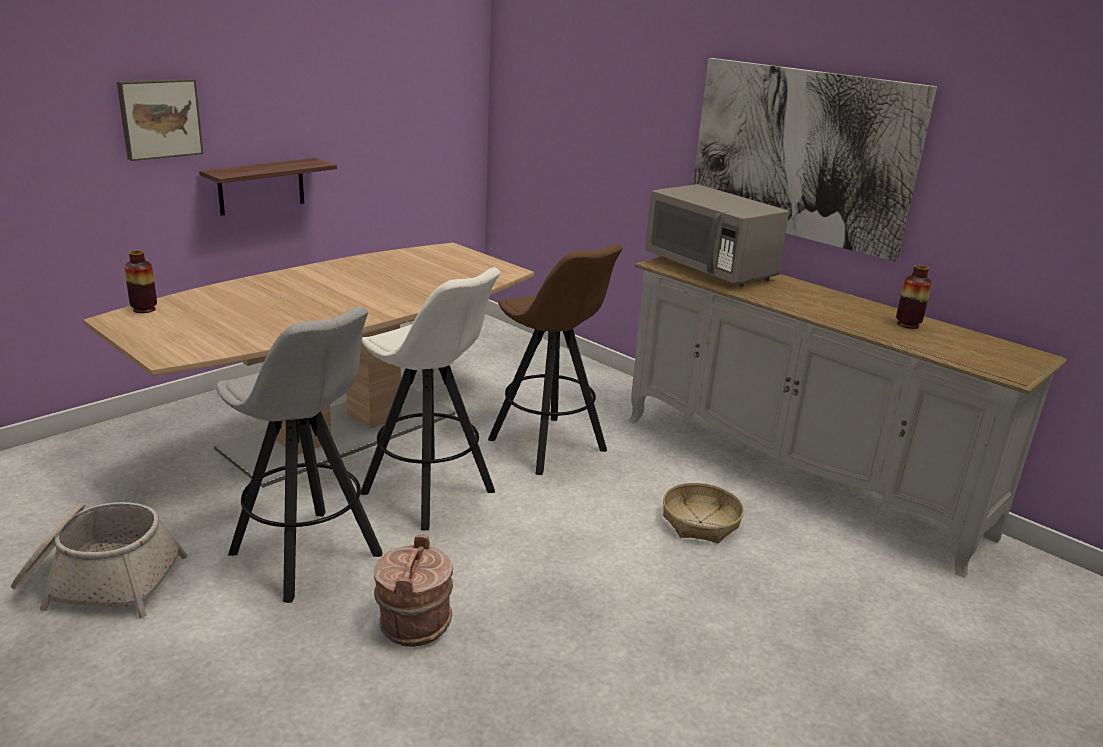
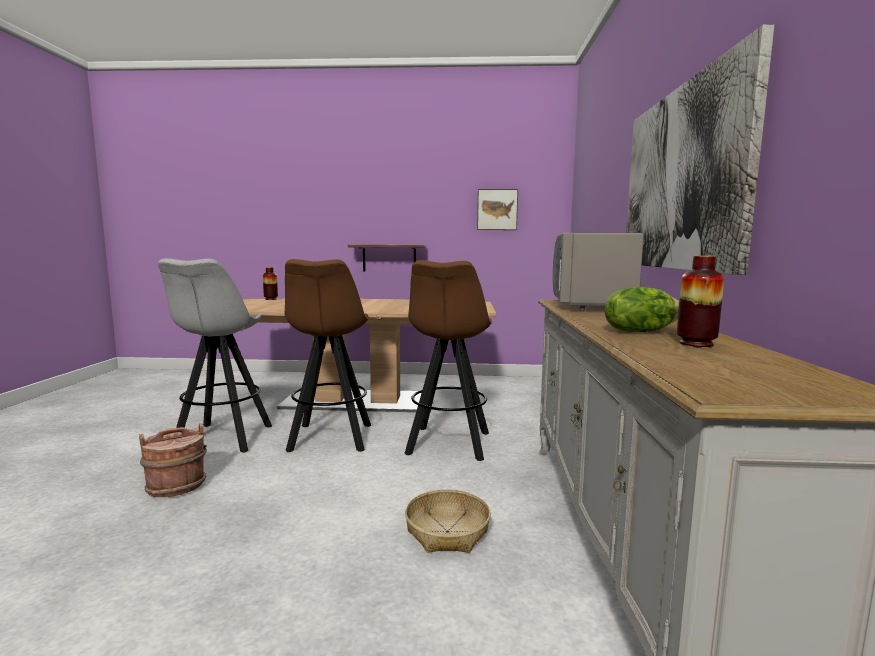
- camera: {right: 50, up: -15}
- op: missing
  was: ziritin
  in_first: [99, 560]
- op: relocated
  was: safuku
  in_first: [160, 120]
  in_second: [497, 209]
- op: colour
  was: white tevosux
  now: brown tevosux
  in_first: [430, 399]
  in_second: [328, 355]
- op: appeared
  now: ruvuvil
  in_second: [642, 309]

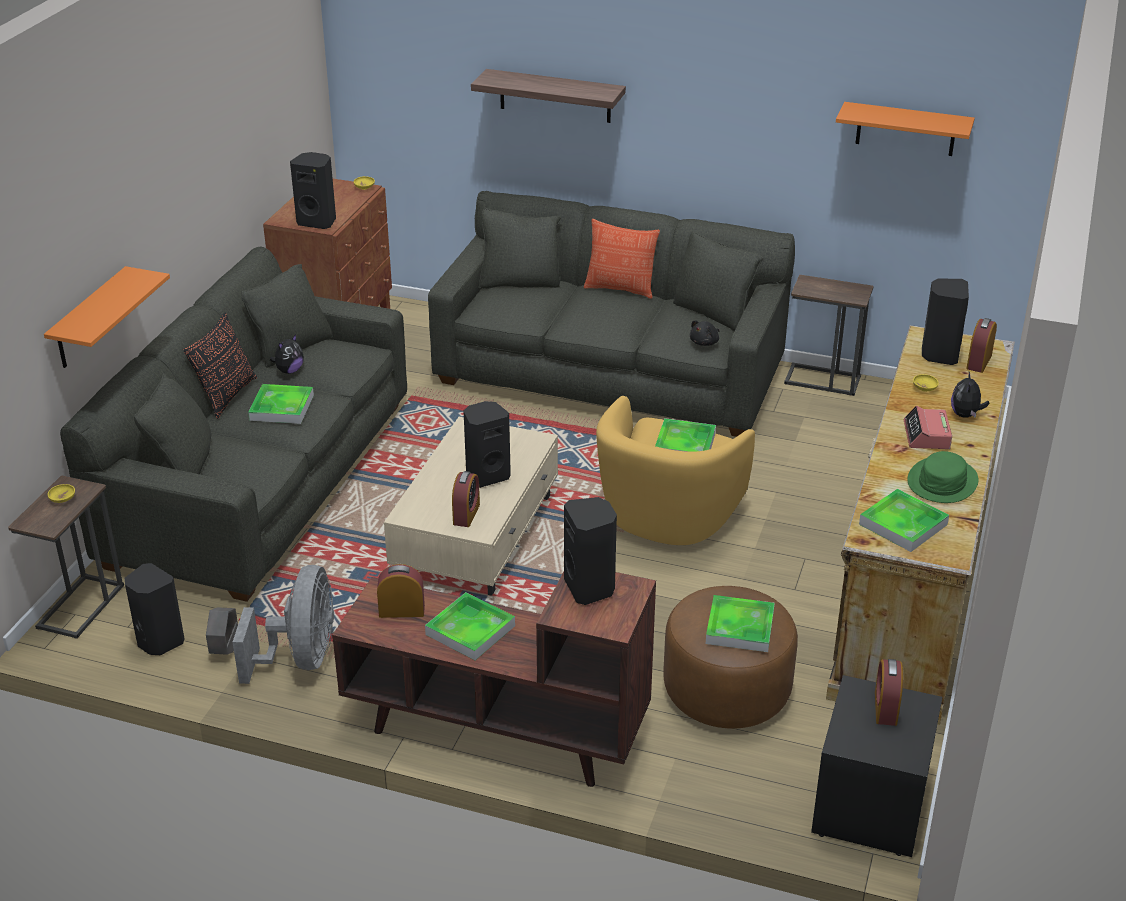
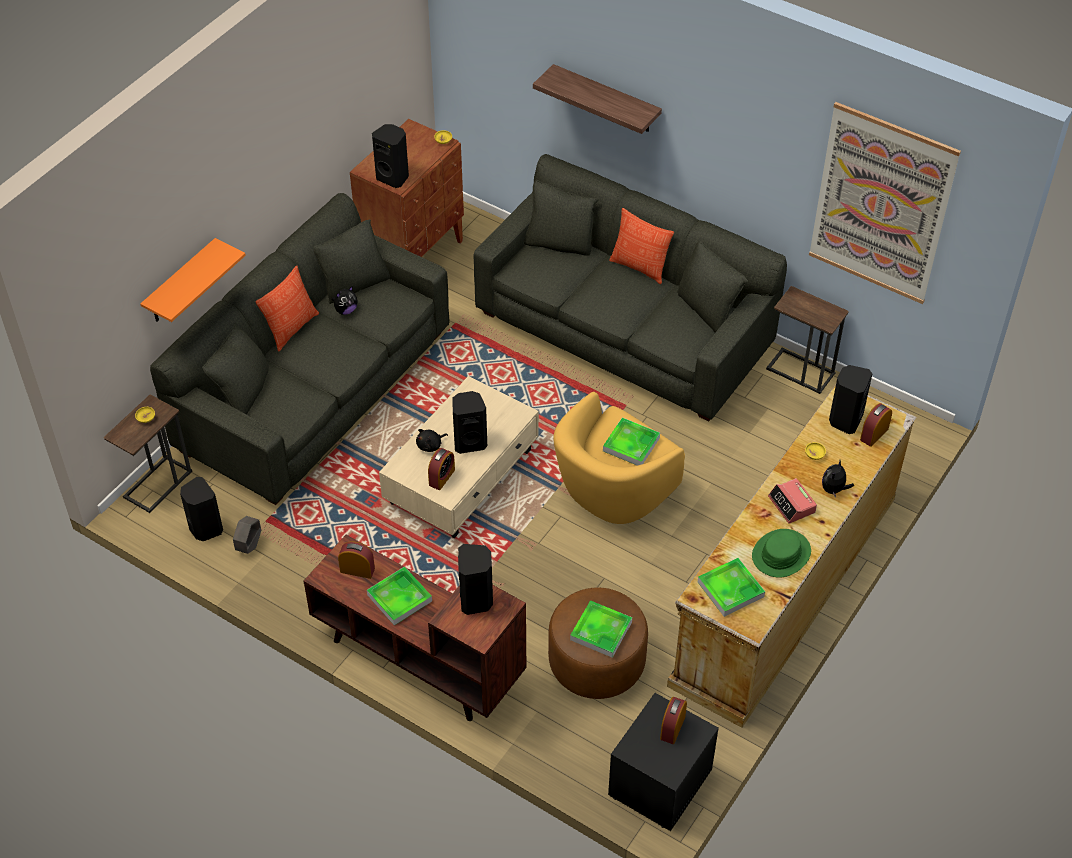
- camera: {right: 15, up: 15}
- op: colour
  was: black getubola
  now: orange getubola
  in_first: [220, 365]
  in_second: [287, 308]
- op: missing
  was: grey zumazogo
  in_first: [283, 624]
- op: missing
  was: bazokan
  in_first: [281, 404]
- op: relocated
  was: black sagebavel
  in_first: [705, 333]
  in_second: [432, 440]
- op: exchanged
  was: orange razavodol
  now: safuku
  in_first: [905, 129]
  in_second: [885, 203]
- op: spun
  was: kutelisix
  in_first: [928, 427]
  in_second: [792, 501]
  clockwise: -45

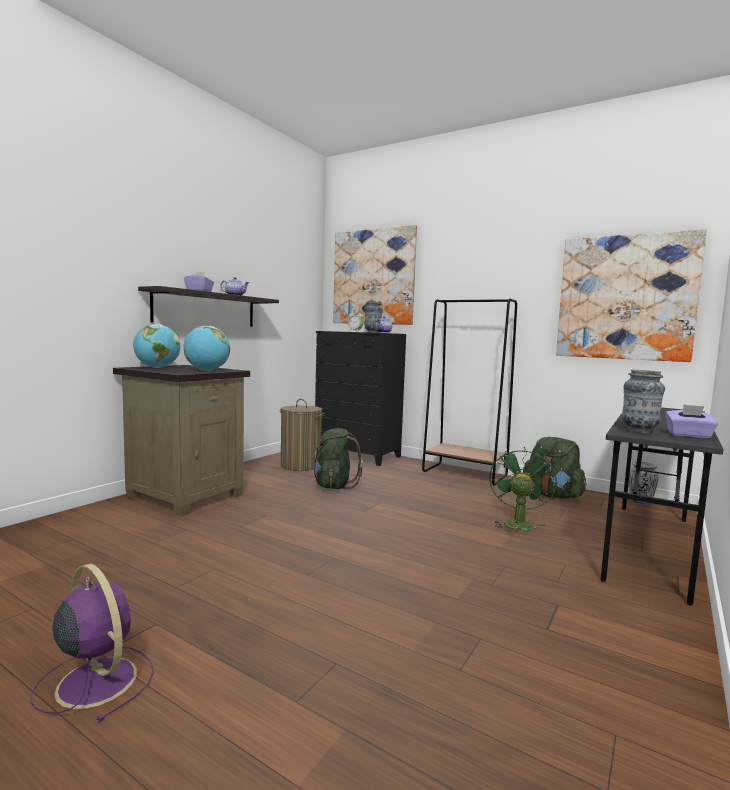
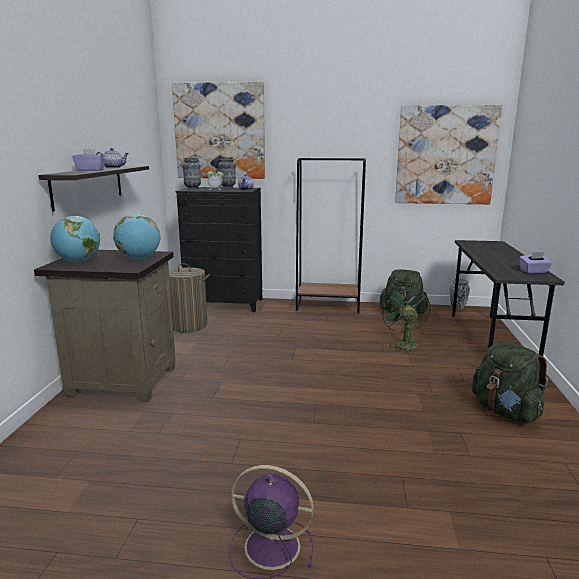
- camera: {right: -25, up: 10}
- op: relocated
  was: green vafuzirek
  in_first: [336, 458]
  in_second: [510, 382]
- op: relocated
  was: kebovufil
  in_first: [643, 401]
  in_second: [191, 174]

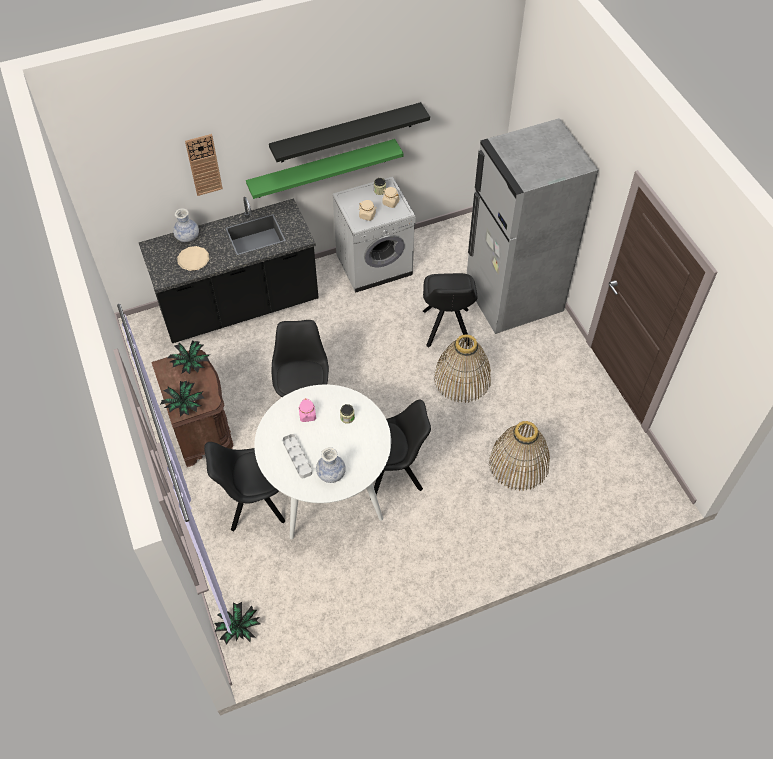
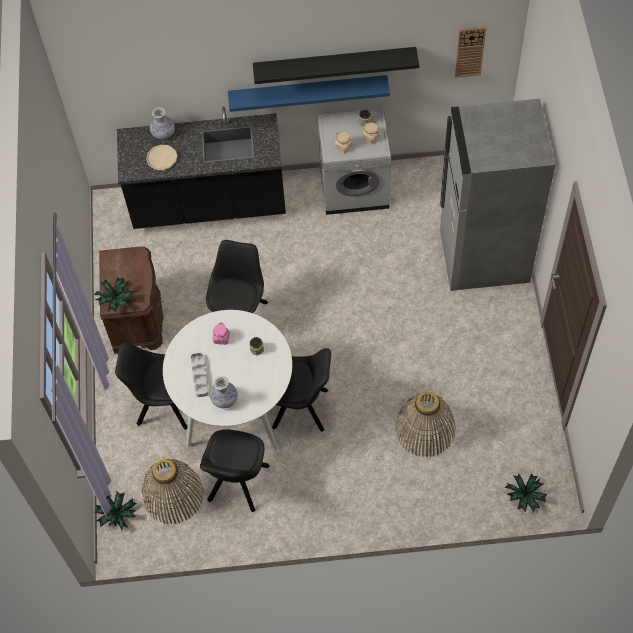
- camera: {right: 20, up: 5}
- op: relocated
  was: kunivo
  in_first: [189, 357]
  in_second: [526, 492]
- op: relocated
  was: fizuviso
  in_first: [204, 165]
  in_second: [470, 52]
- op: colour
  was: green razavodol
  now: blue razavodol
  in_first: [325, 169]
  in_second: [309, 93]
- op: relocated
  was: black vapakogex
  in_first: [450, 310]
  in_second: [235, 471]
- op: relocated
  was: ziritin
  in_first: [462, 368]
  in_second: [173, 491]

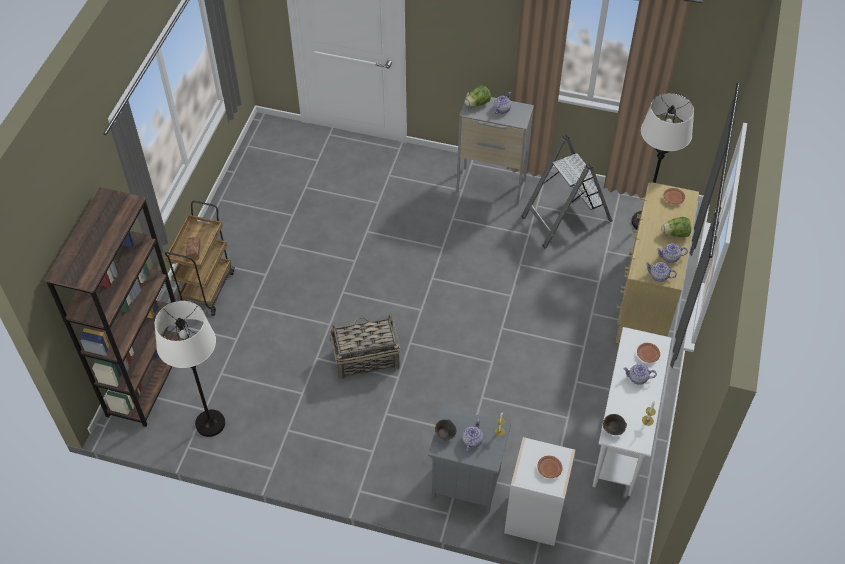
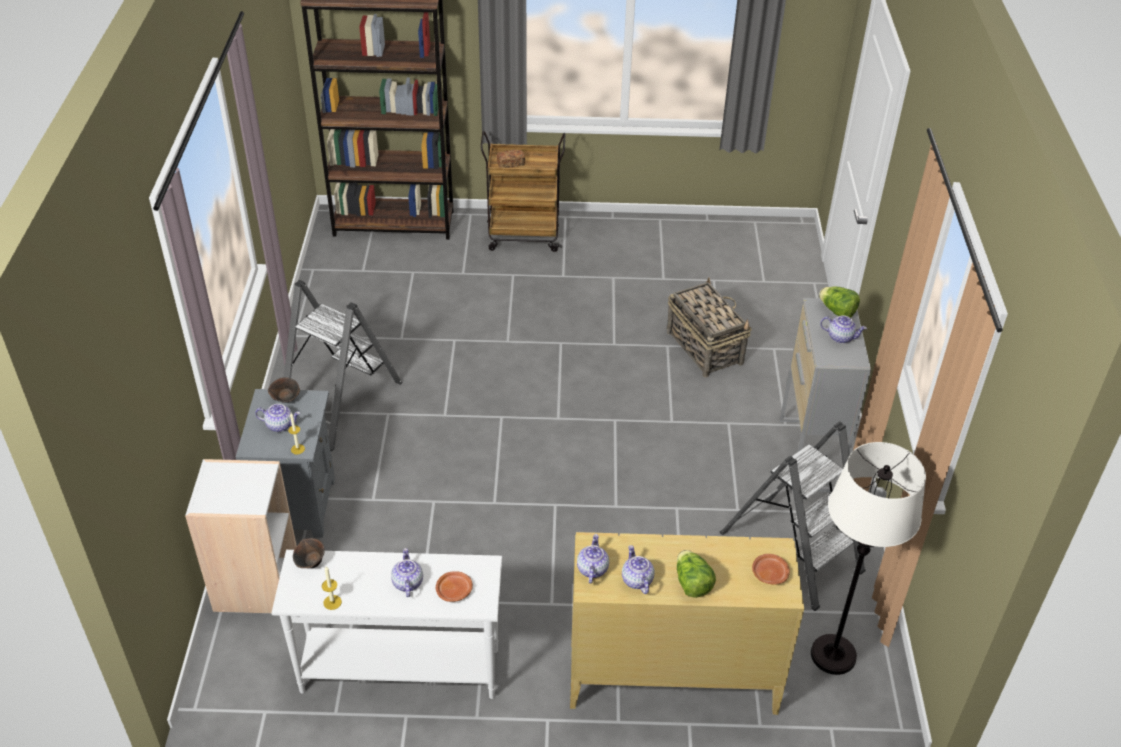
- camera: {right: 75, up: -10}
- op: missing
  was: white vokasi
  in_first: [190, 369]
- op: relocated
  was: ziritin
  in_first: [365, 347]
  in_second: [709, 327]
- op: missing
  was: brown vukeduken
  in_first: [550, 467]
- op: appeared
  now: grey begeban
  in_second: [343, 365]

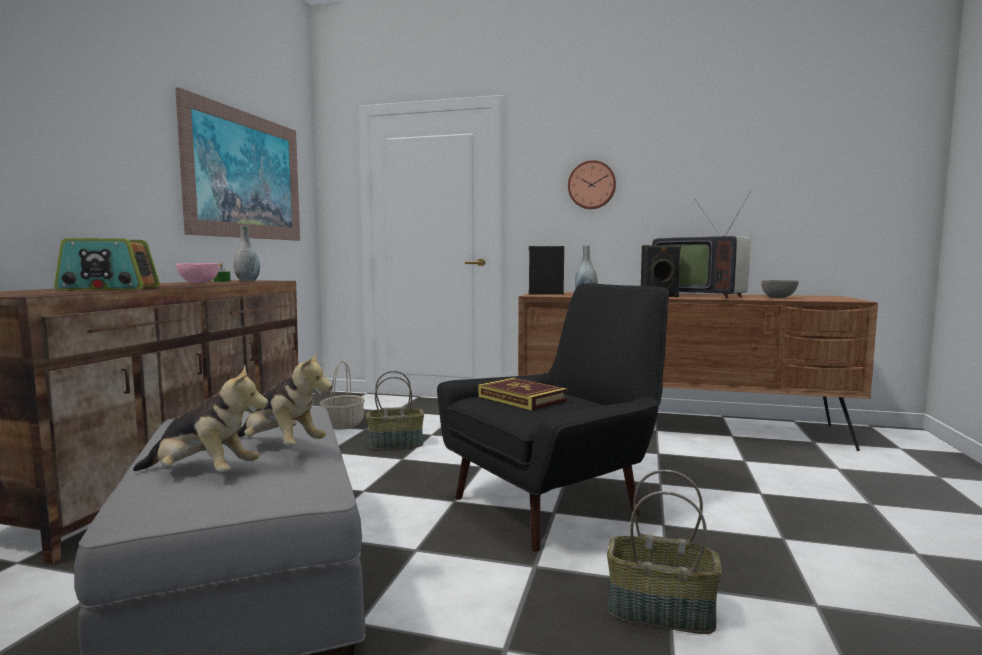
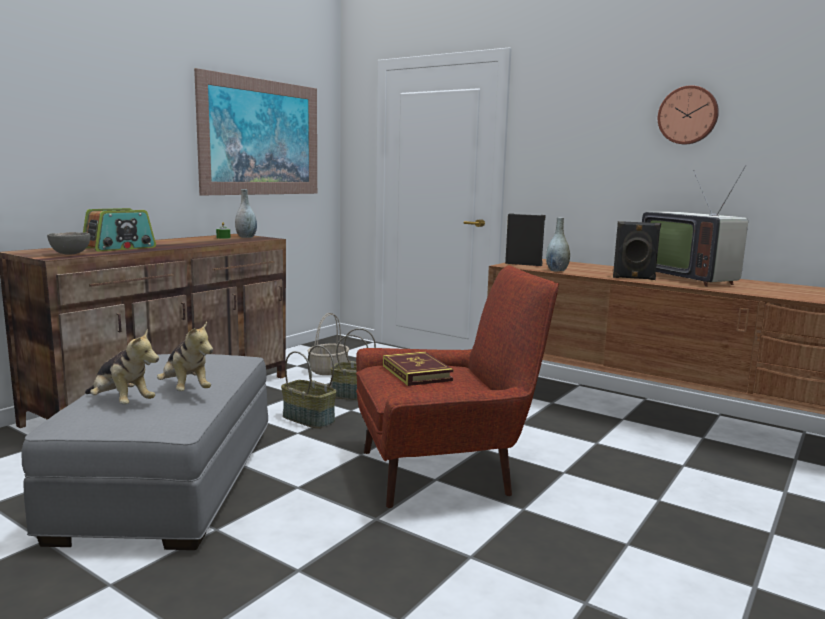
- camera: {right: 20, up: 5}
- op: spun
  was: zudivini
  in_first: [107, 264]
  in_second: [119, 230]
  clockwise: -60
- op: missing
  was: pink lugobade
  in_first: [197, 273]
- op: colour
  was: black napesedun
  now: red napesedun
  in_first: [553, 417]
  in_second: [457, 386]
- op: relocated
  was: fizuviso
  in_first: [592, 184]
  in_second: [688, 115]
- op: relocated
  was: ziritin
  in_first: [664, 552]
  in_second: [309, 387]
- op: relocated
  was: grey lugobade
  in_first: [780, 289]
  in_second: [68, 243]

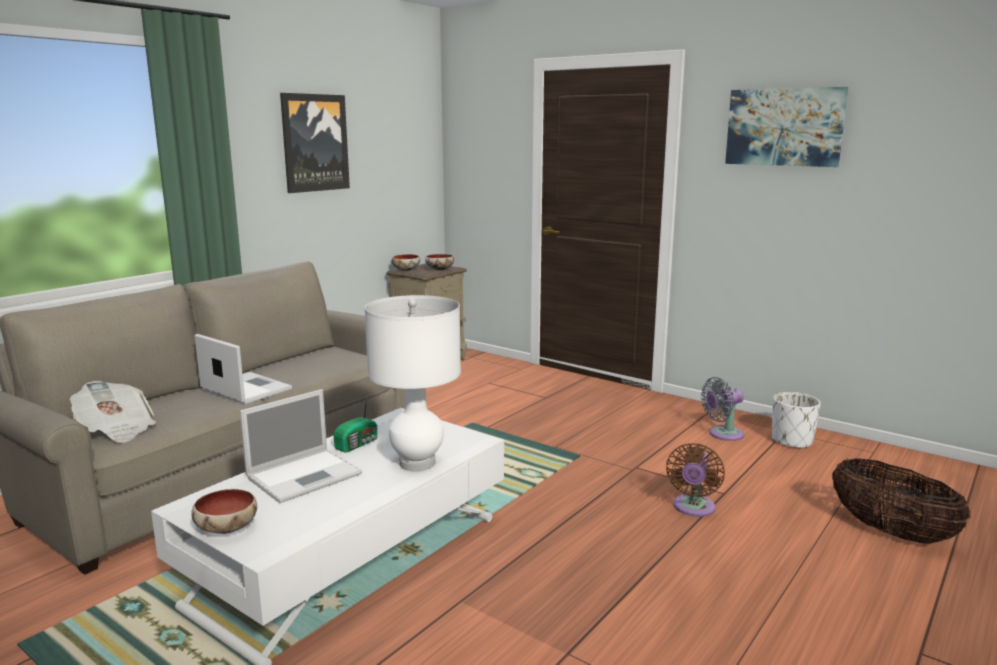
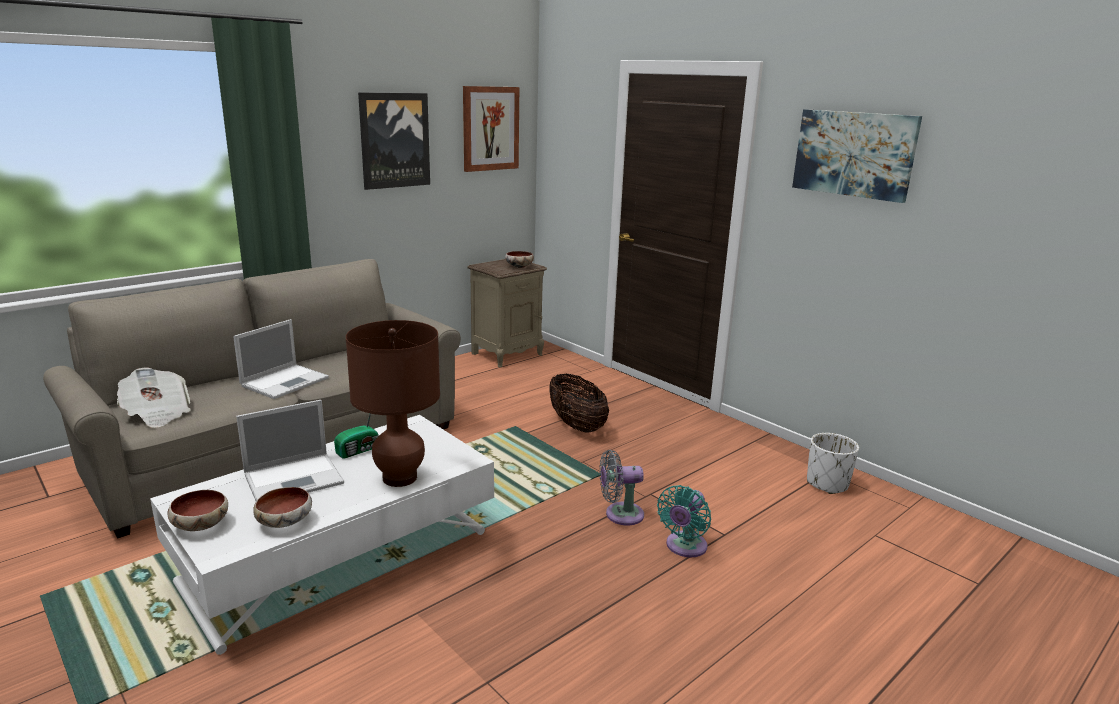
- camera: {right: 10, up: 5}
- op: spun
  was: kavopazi
  in_first: [243, 369]
  in_second: [281, 359]
  clockwise: 75
- op: colour
  was: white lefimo
  now: brown lefimo
  in_first: [413, 383]
  in_second: [393, 403]
- op: relocated
  was: lugobade
  in_first: [406, 262]
  in_second: [282, 507]
- op: colour
  was: brown zumazogo
  now: turquoise zumazogo
  in_first: [695, 480]
  in_second: [684, 521]
- op: relocated
  was: grey zumazogo
  in_first: [722, 409]
  in_second: [622, 487]
- op: relocated
  was: ziritin
  in_first: [901, 501]
  in_second: [579, 403]
- op: appeared
  now: safuku
  in_second: [491, 129]

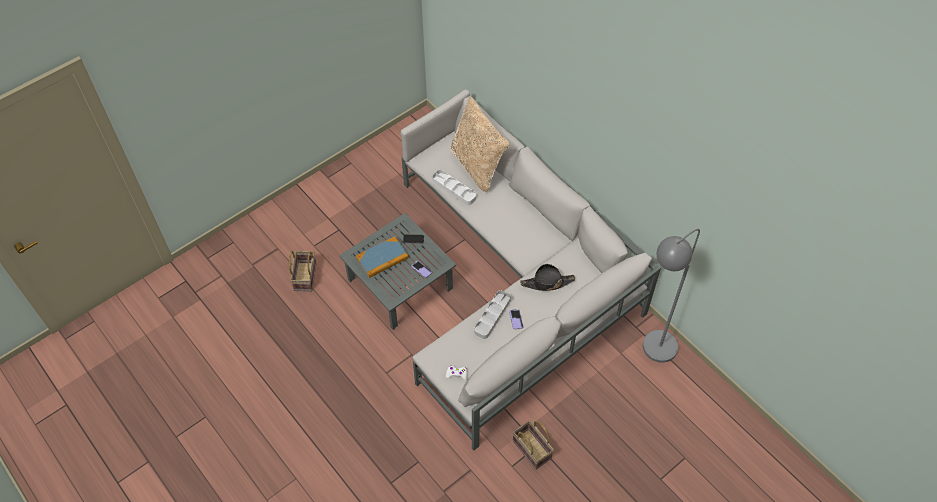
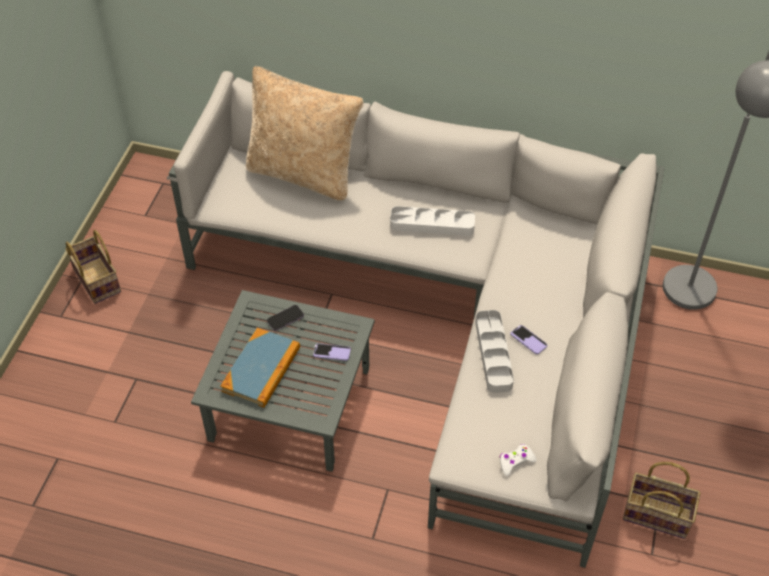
- camera: {right: -35, up: -5}
- op: relocated
  was: ziritin
  in_first: [303, 271]
  in_second: [93, 267]
- op: relocated
  was: white bazokan
  in_first: [454, 187]
  in_second: [432, 221]
- op: missing
  was: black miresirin
  in_first: [547, 277]

